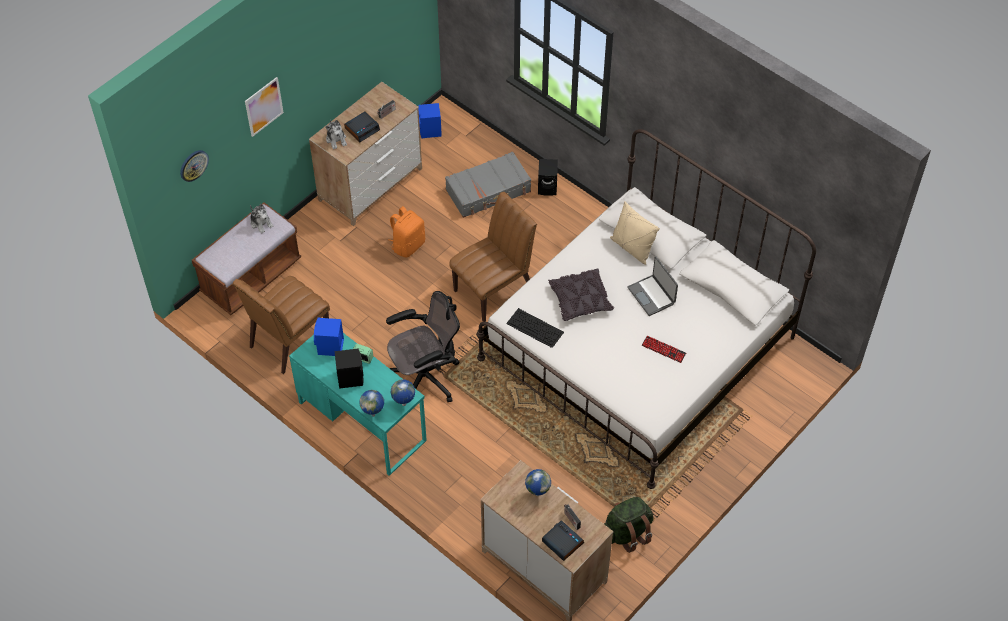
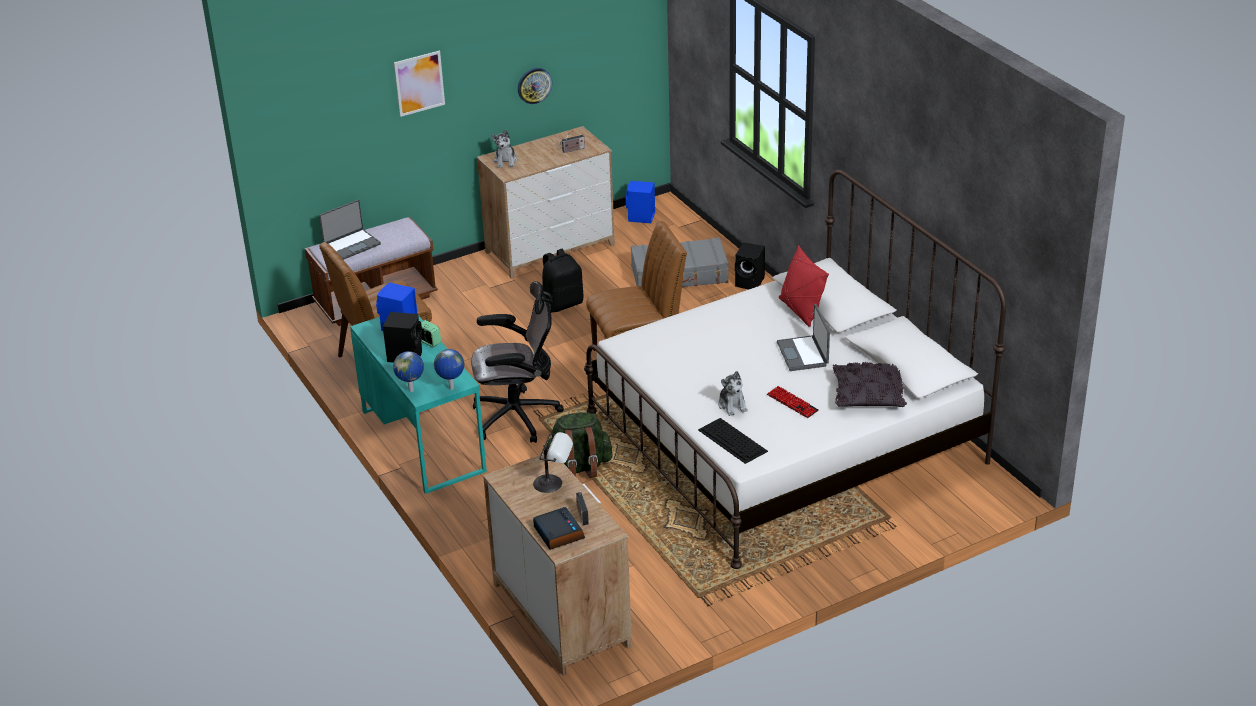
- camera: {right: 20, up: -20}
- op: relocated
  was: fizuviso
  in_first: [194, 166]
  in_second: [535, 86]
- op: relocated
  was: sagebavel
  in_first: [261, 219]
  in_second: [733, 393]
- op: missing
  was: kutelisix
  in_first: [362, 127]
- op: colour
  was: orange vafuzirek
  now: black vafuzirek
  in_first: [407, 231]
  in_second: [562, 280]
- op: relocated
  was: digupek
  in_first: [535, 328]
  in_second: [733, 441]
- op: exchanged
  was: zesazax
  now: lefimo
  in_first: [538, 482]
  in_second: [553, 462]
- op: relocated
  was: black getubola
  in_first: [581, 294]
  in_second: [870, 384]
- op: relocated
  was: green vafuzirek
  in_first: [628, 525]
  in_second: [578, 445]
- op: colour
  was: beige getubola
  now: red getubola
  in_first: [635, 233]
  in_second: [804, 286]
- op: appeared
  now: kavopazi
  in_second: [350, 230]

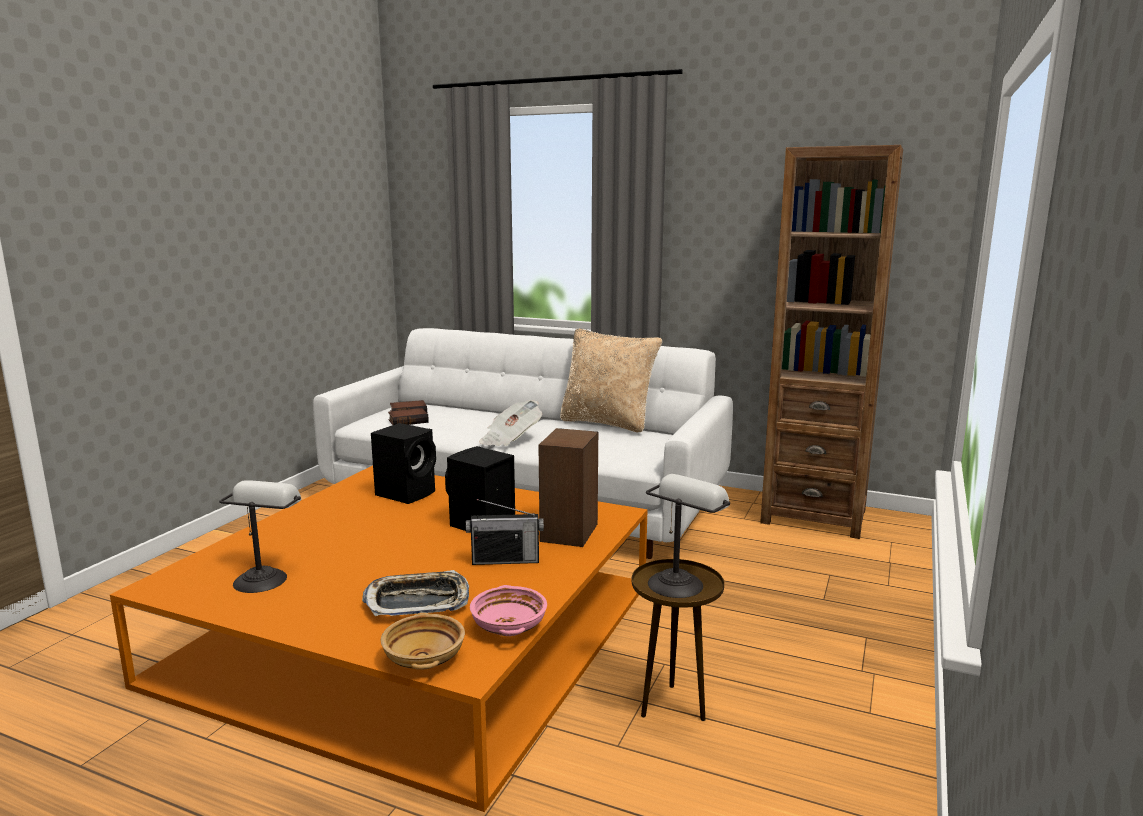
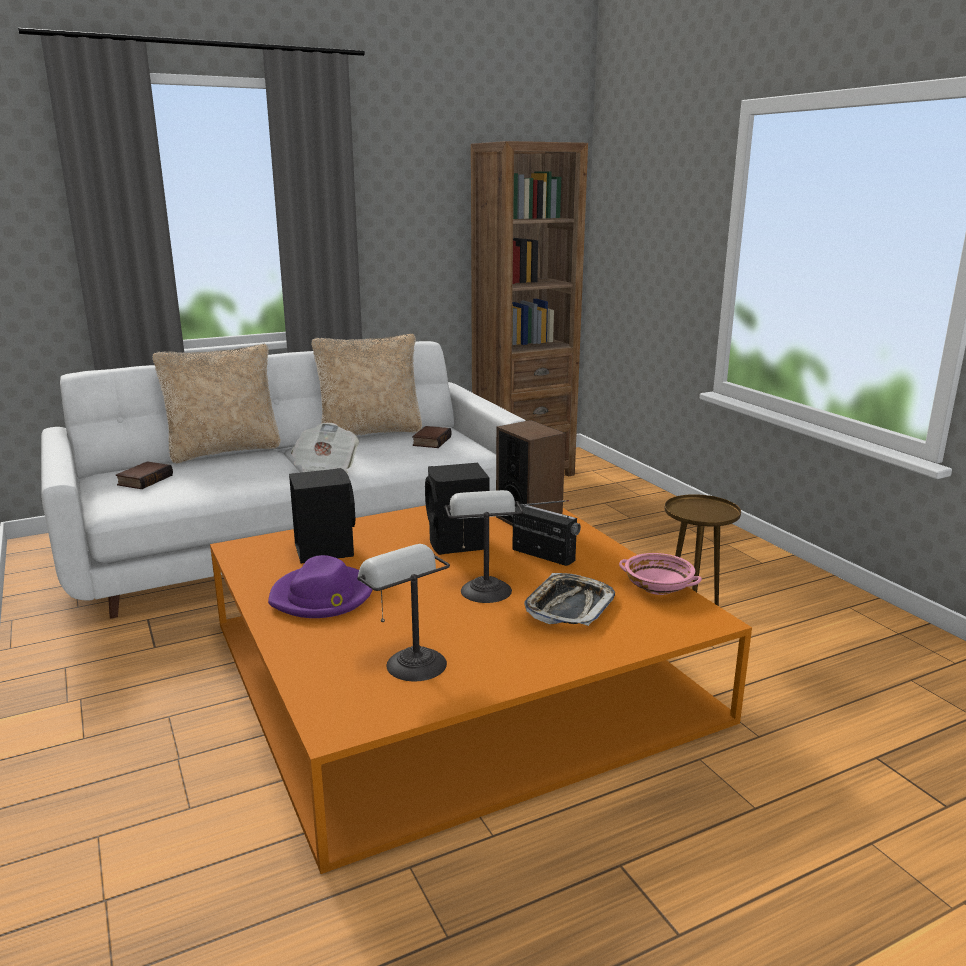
- camera: {right: -50, up: 5}
- op: missing
  was: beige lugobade
  in_first: [422, 641]
- op: relocated
  was: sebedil
  in_first: [408, 416]
  in_second: [432, 437]
- op: spun
  was: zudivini
  in_first: [505, 532]
  in_second: [546, 533]
  clockwise: -90
- op: relocated
  was: lefimo
  in_first: [688, 536]
  in_second: [483, 546]
- op: appeared
  now: beige getubola
  in_second: [216, 404]
- op: appeared
  now: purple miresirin
  in_second: [320, 586]

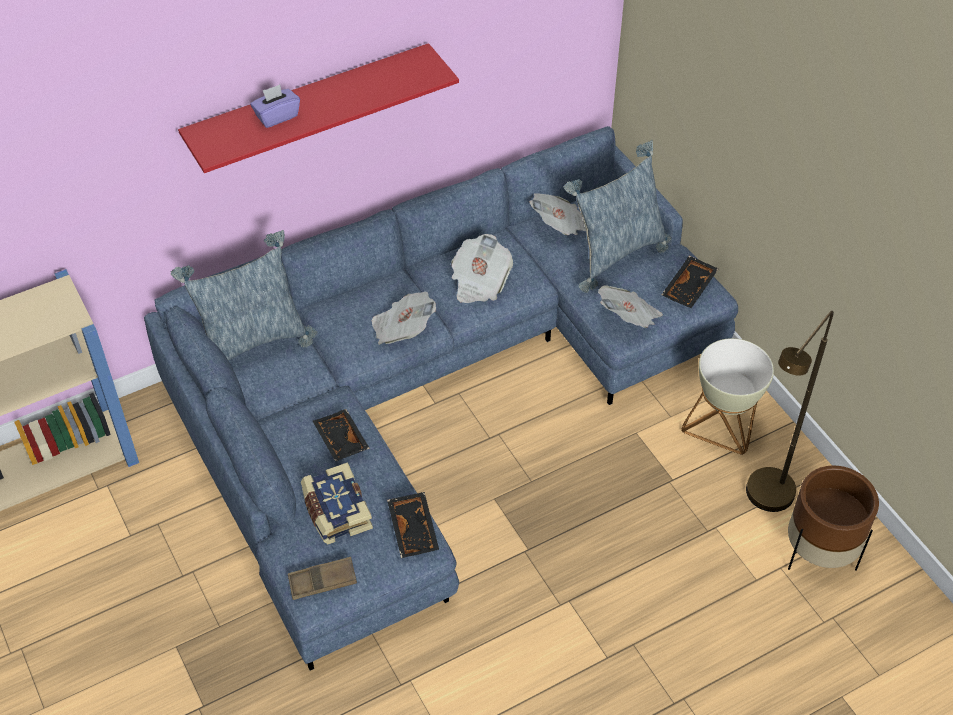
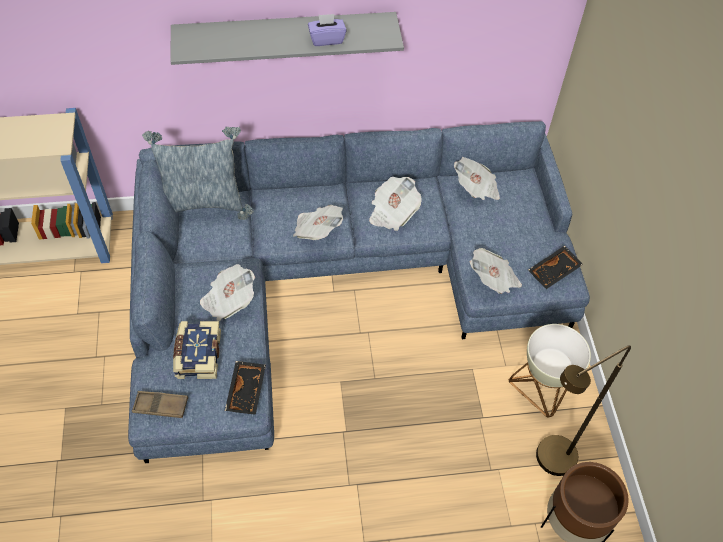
- camera: {right: 20, up: 5}
- op: colour
  was: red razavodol
  now: grey razavodol
  in_first: [318, 108]
  in_second: [287, 38]
- op: relocated
  was: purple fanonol
  in_first: [275, 106]
  in_second: [327, 30]
- op: exchanged
  was: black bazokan
  now: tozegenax
  in_first: [341, 435]
  in_second: [227, 293]
- op: missing
  was: getubola
  in_first: [617, 216]

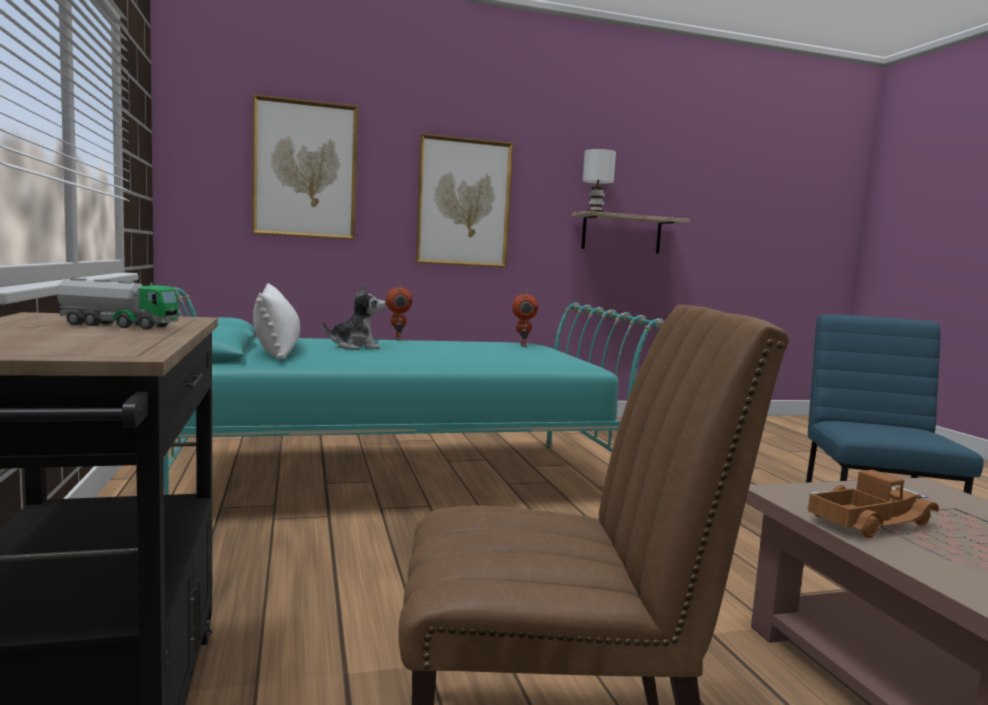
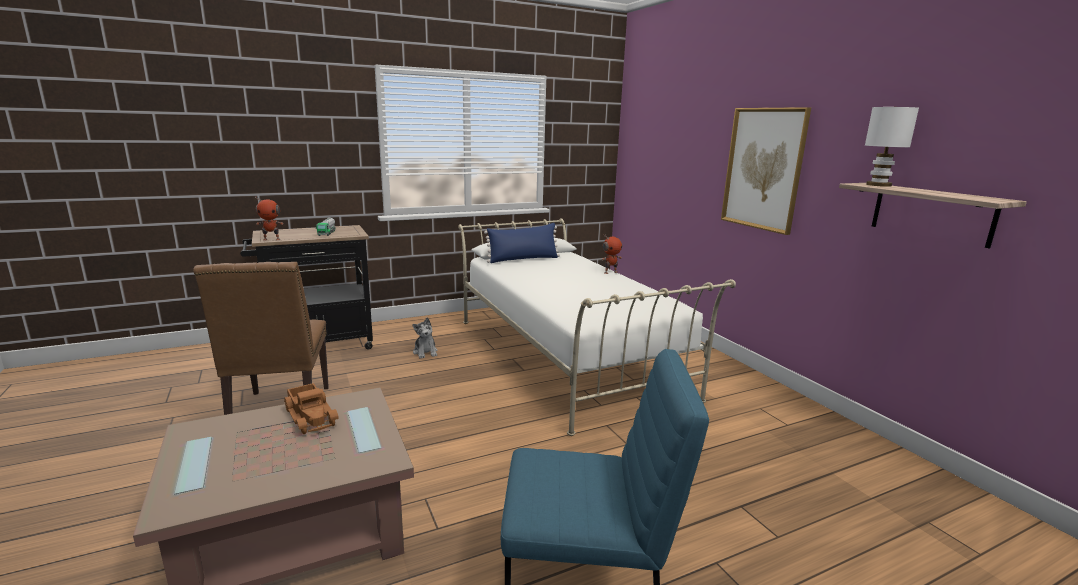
- camera: {right: 80, up: 10}
- op: colour
  was: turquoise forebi
  now: white forebi
  in_first: [413, 391]
  in_second: [597, 327]
- op: missing
  was: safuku
  in_first: [305, 167]
- op: colour
  was: white getubola
  now: blue getubola
  in_first: [276, 321]
  in_second: [522, 243]
- op: relocated
  was: sagebavel
  in_first: [354, 317]
  in_second: [425, 338]
- op: relocated
  was: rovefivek
  in_first: [525, 319]
  in_second: [269, 218]

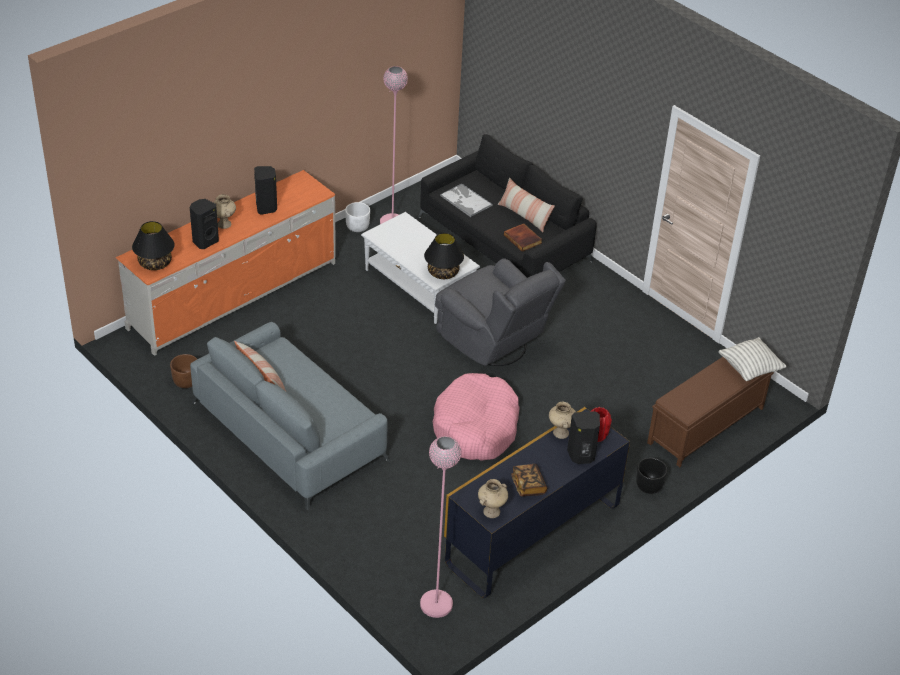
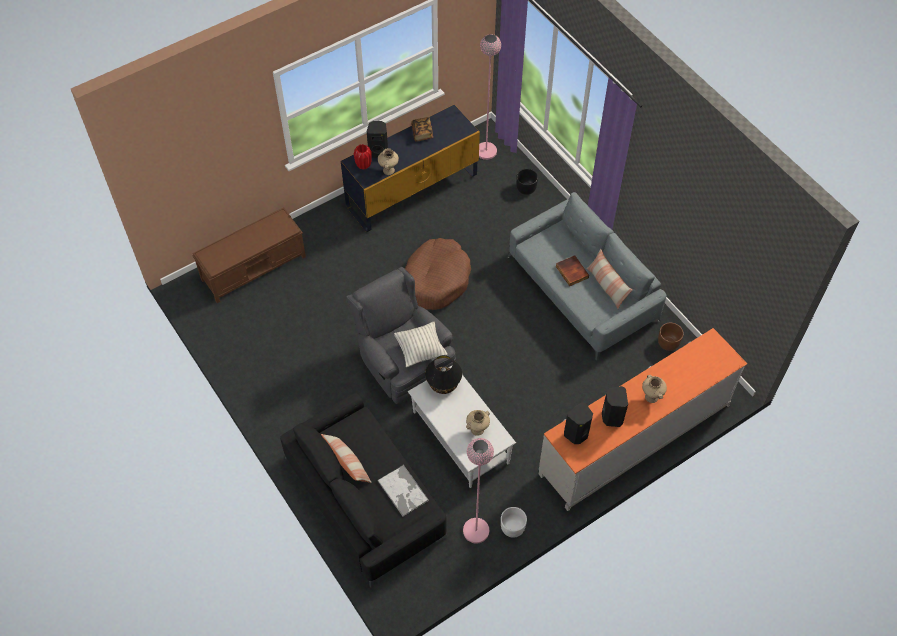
- camera: {right: -170, up: 15}
- op: missing
  was: black lefimo
  in_first: [153, 245]
- op: relocated
  was: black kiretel
  in_first: [204, 224]
  in_second: [578, 423]
- op: colour
  was: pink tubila
  now: brown tubila
  in_first: [476, 417]
  in_second: [438, 274]
- op: relocated
  was: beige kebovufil
  in_first: [493, 498]
  in_second: [478, 423]
- op: relocated
  was: sebedil
  in_first: [523, 237]
  in_second: [572, 270]
- op: relocated
  was: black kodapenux
  in_first: [651, 476]
  in_second: [527, 182]
- op: relocated
  was: getubola
  in_first: [752, 359]
  in_second: [421, 344]

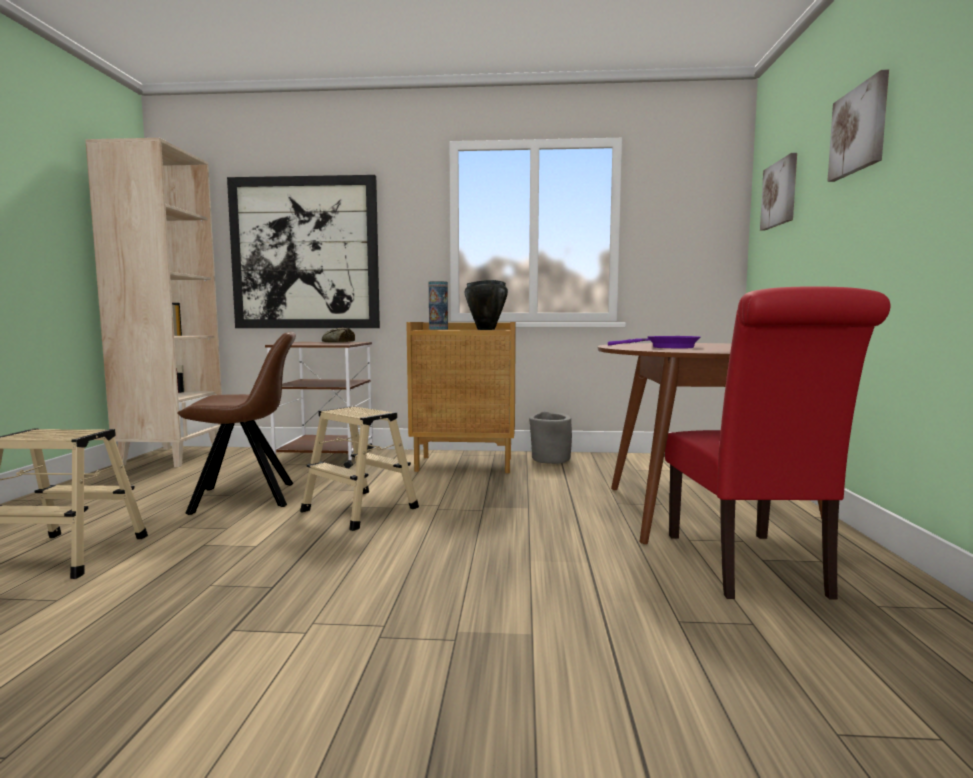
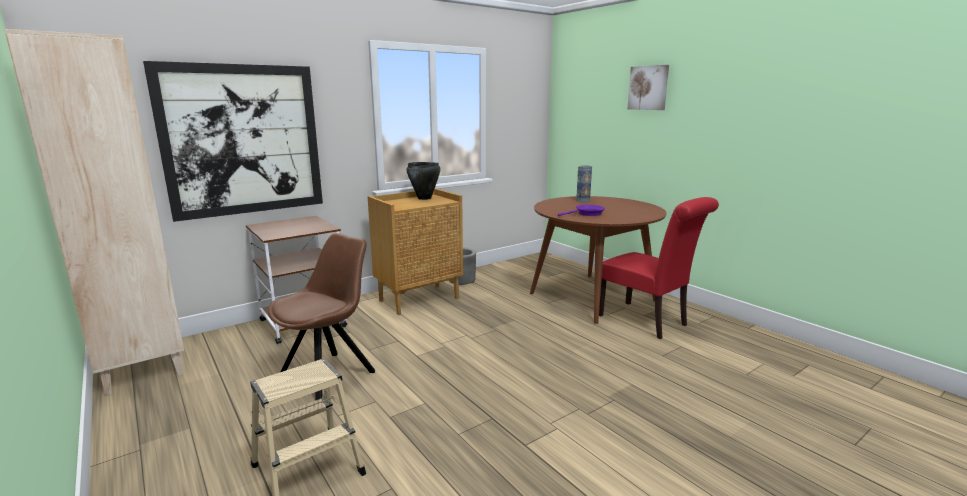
- camera: {right: -40, up: 10}
- op: missing
  was: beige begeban
  in_first: [359, 468]
- op: missing
  was: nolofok
  in_first: [338, 335]
- op: relocated
  was: kebovufil
  in_first: [438, 305]
  in_second: [584, 183]
- op: missing
  was: safuku
  in_first: [778, 192]

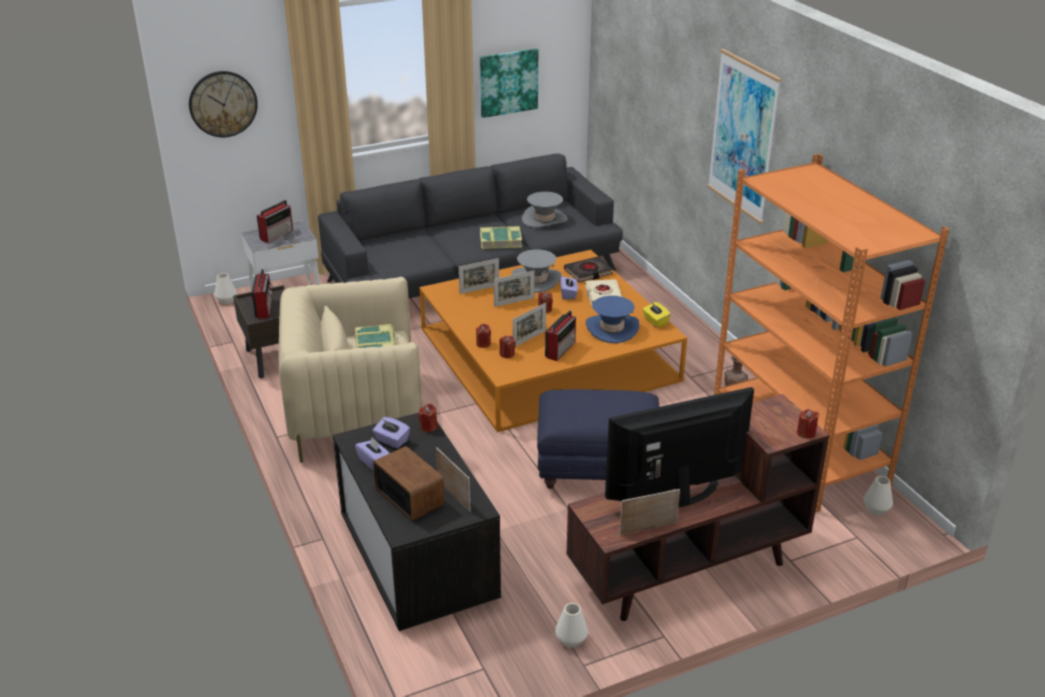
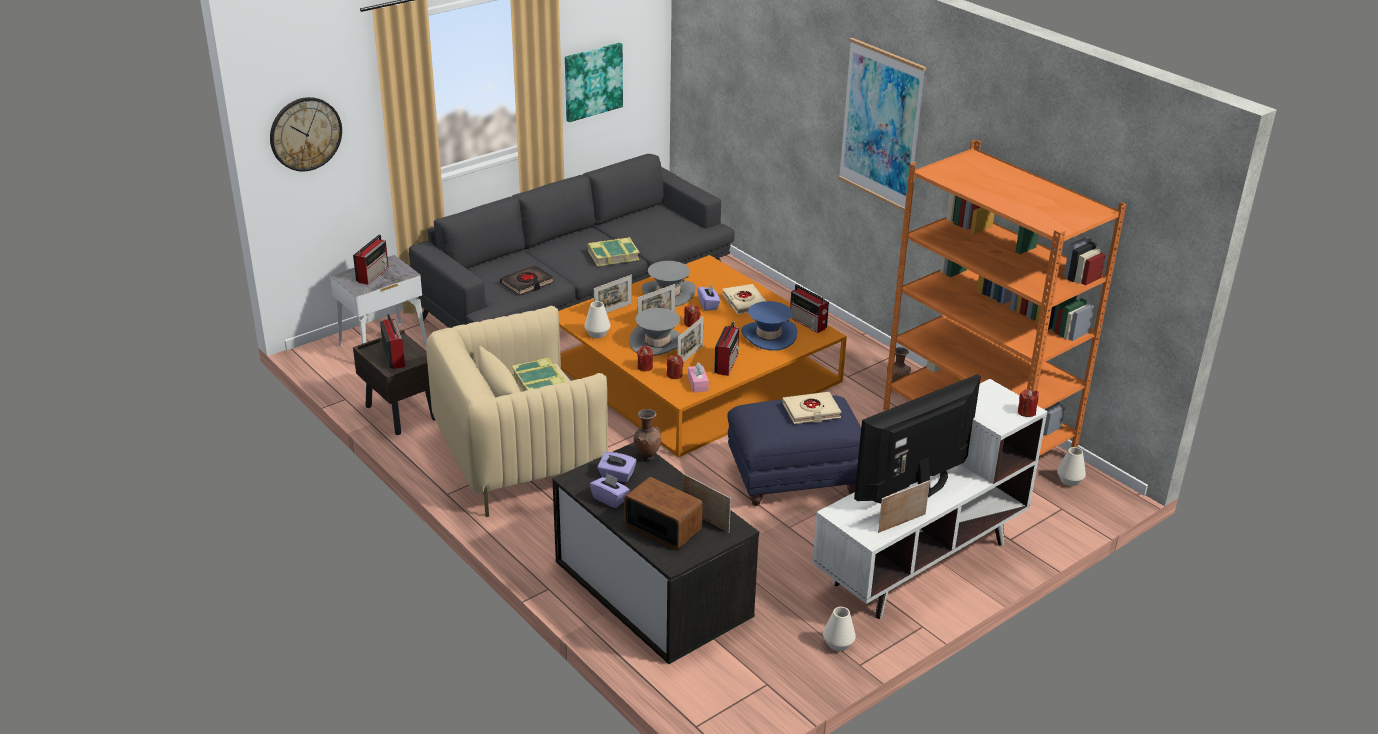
- camera: {right: -15, up: 0}
- op: relocated
  was: white kebovufil
  in_first: [225, 288]
  in_second: [597, 319]
- op: exchanged
  was: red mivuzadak
  now: brown kebovufil
  in_first: [428, 418]
  in_second: [647, 435]
- op: relocated
  was: grey miresirin
  in_first: [545, 210]
  in_second: [655, 332]
- op: relocated
  was: black sebedil
  in_first: [588, 269]
  in_second: [527, 280]
- op: colour
  was: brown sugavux
  now: white sugavux
  in_first: [697, 507]
  in_second: [930, 499]
- op: exchanged
  was: yellow fanonol
  now: zudivini
  in_first: [656, 315]
  in_second: [809, 308]
- op: appeared
  now: pink fanonol
  in_second: [698, 377]
- op: appeared
  now: beige sebedil
  in_second: [811, 408]

